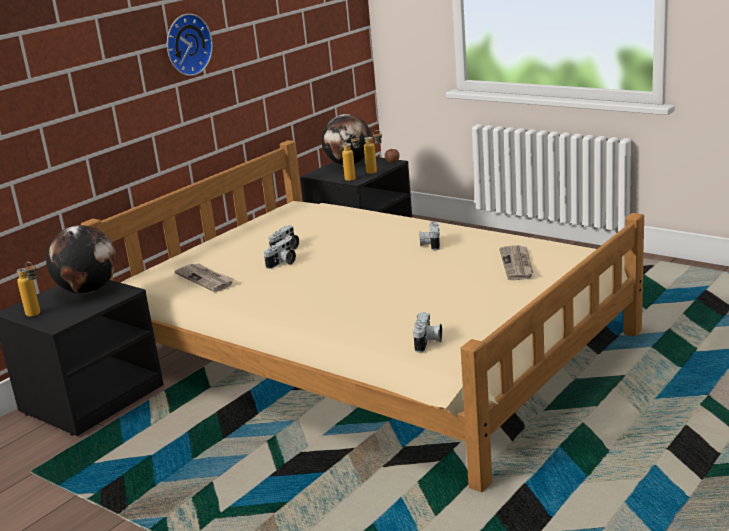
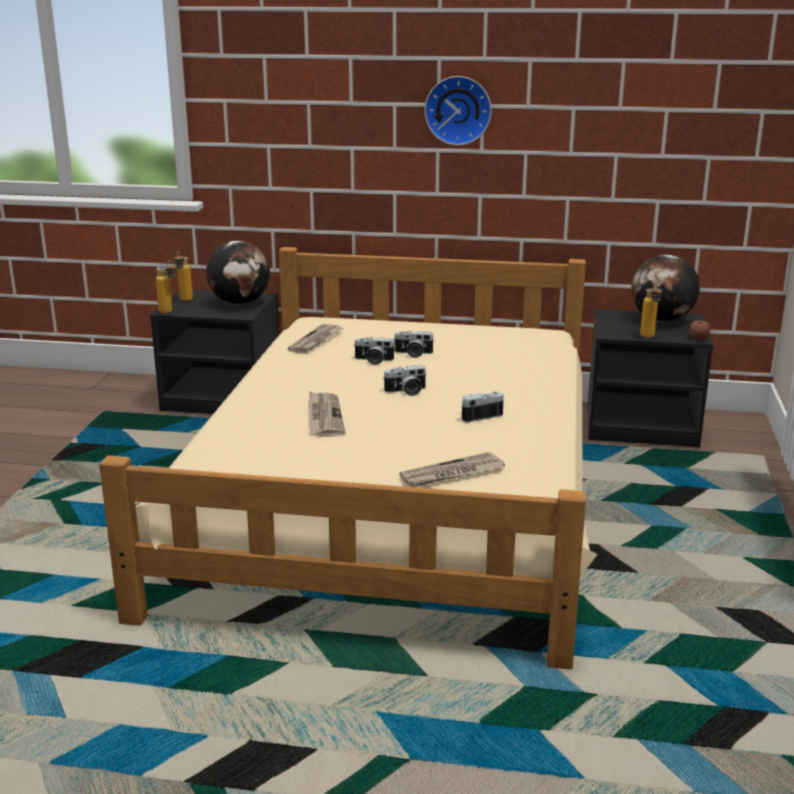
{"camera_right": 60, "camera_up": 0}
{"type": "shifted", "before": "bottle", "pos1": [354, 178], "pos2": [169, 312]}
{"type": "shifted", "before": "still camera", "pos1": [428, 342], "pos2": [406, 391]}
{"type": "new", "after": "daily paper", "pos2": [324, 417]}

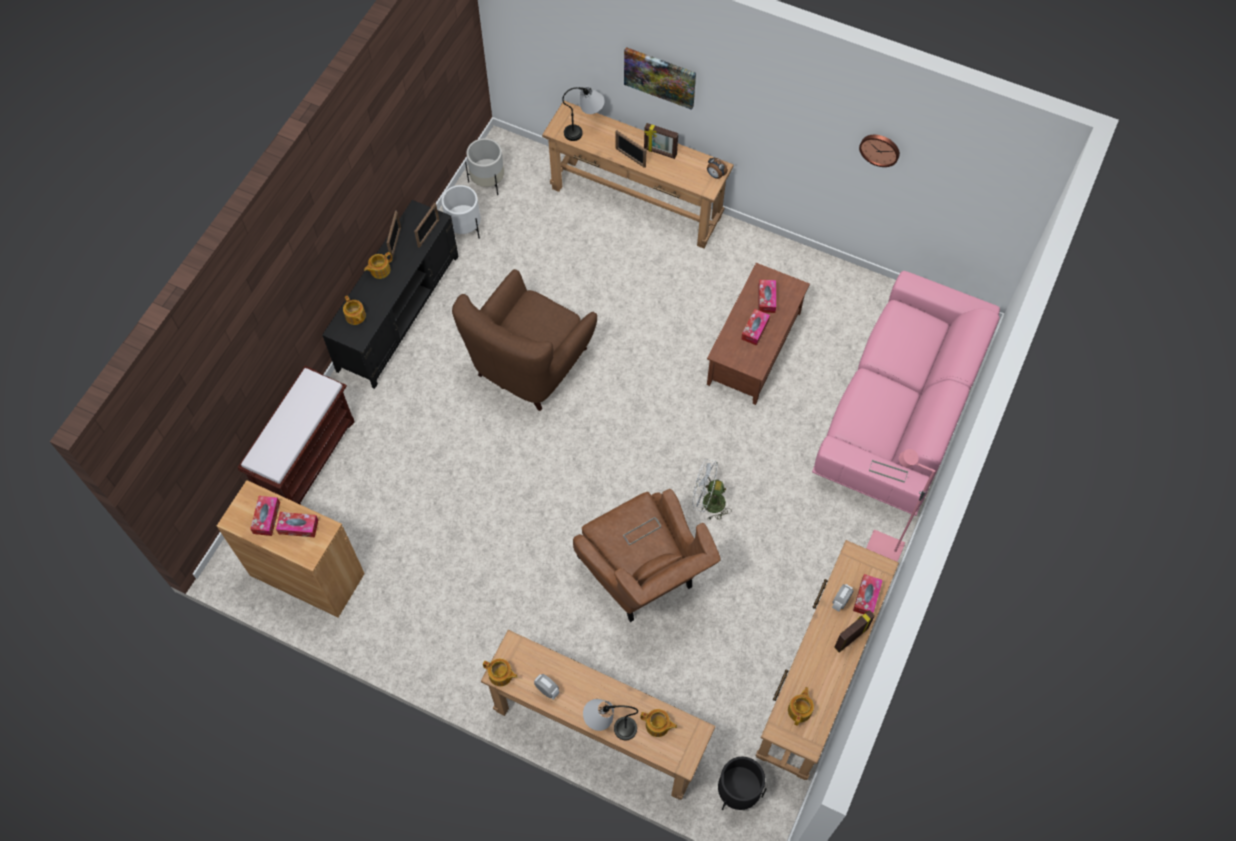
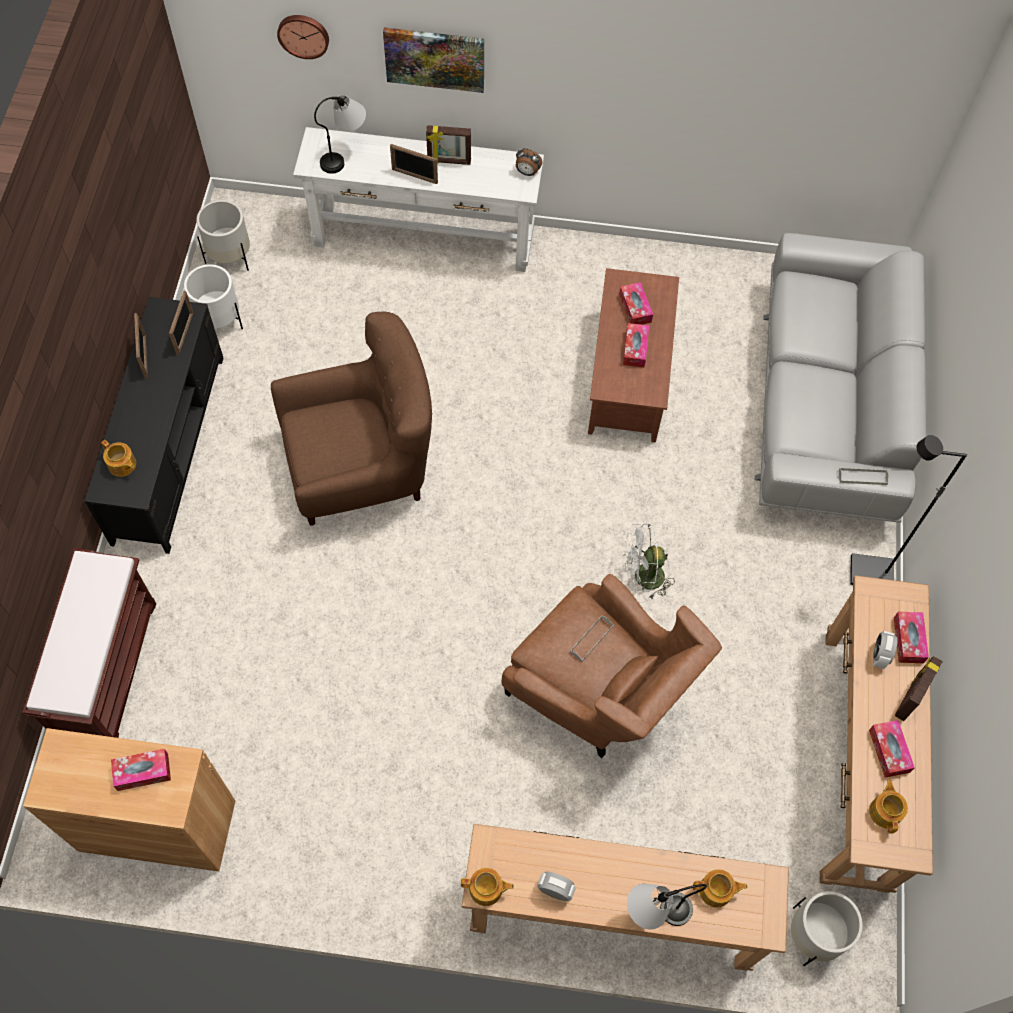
{"camera_right": -20, "camera_up": 0}
{"type": "repainted", "before": "brown-coloured console table", "after": "white-coloured console table", "pos1": [636, 202], "pos2": [423, 238]}
{"type": "shifted", "before": "wall clock", "pos1": [880, 149], "pos2": [303, 35]}
{"type": "gone", "before": "teapot", "pos1": [379, 270]}
{"type": "rotated", "before": "brown-coloured easy chair", "pos1": [530, 365], "pos2": [361, 469], "turn": -120}
{"type": "repainted", "before": "pinkish couch", "after": "greyish couch", "pos1": [899, 411], "pos2": [825, 404]}
{"type": "repainted", "before": "pinkish standard lamp", "after": "black-coloured standard lamp", "pos1": [883, 549], "pos2": [870, 574]}
{"type": "shifted", "before": "tissue box", "pos1": [266, 518], "pos2": [889, 751]}
{"type": "repainted", "before": "black-coloured plant pot", "after": "white-coloured plant pot", "pos1": [738, 791], "pos2": [814, 935]}

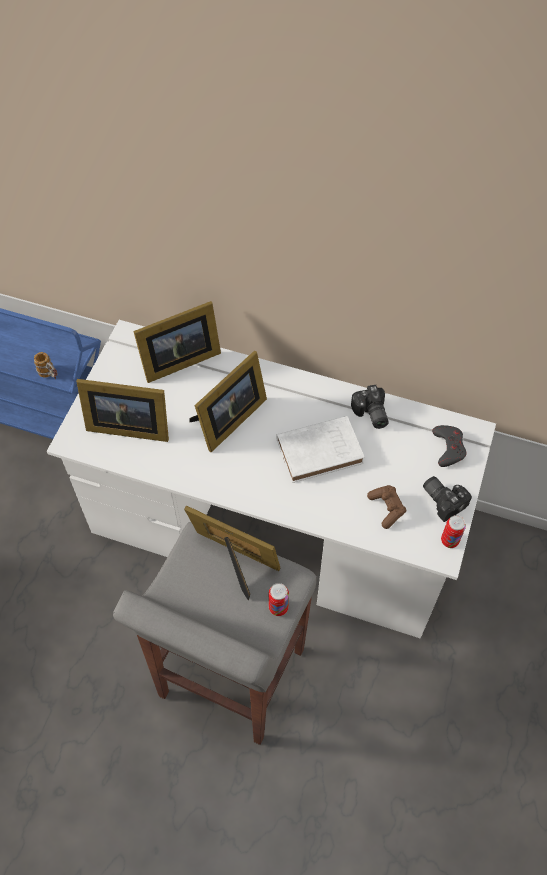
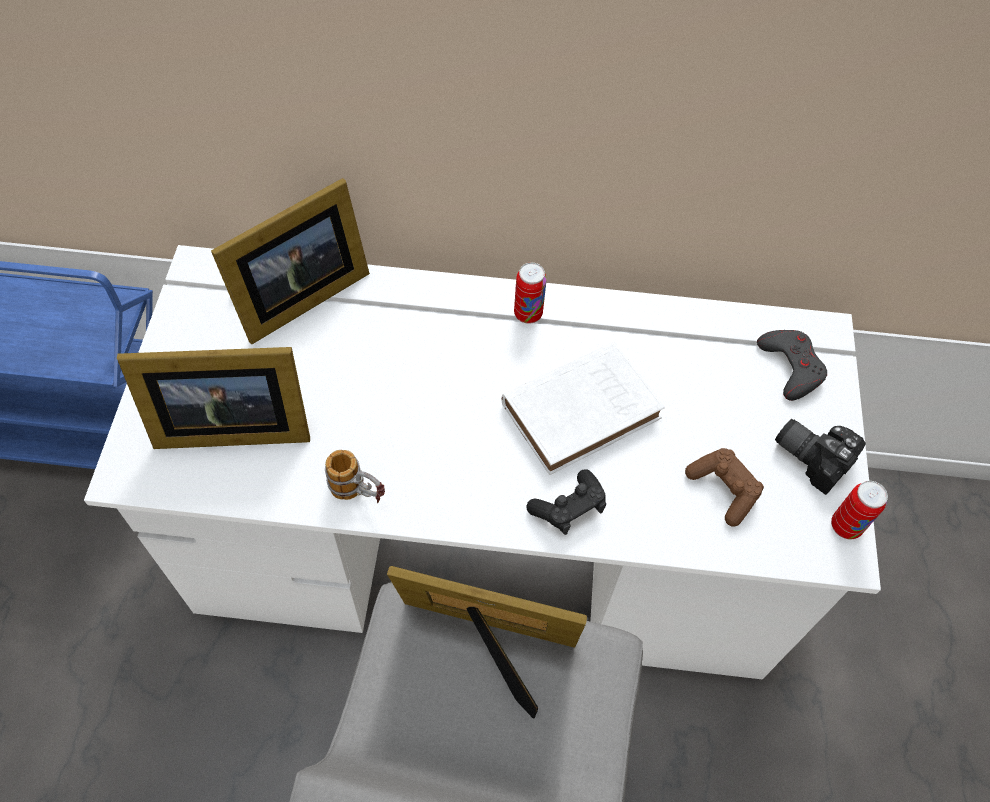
{"camera_right": -15, "camera_up": 0}
{"type": "gone", "before": "standing frame", "pos1": [228, 420]}
{"type": "shifted", "before": "coffee mug", "pos1": [50, 375], "pos2": [359, 493]}
{"type": "gone", "before": "still camera", "pos1": [370, 414]}
{"type": "shifted", "before": "metal can", "pos1": [278, 607], "pos2": [528, 314]}
{"type": "new", "after": "black-coloured gamepad", "pos2": [569, 508]}

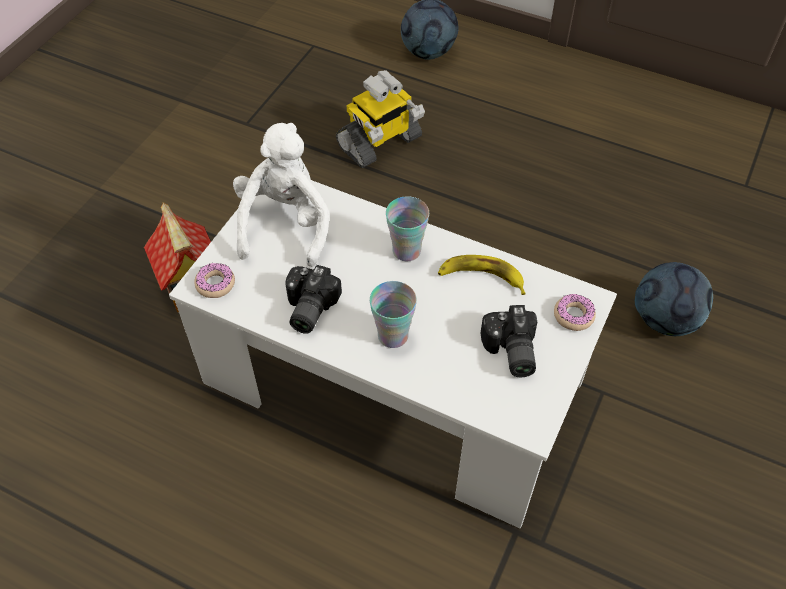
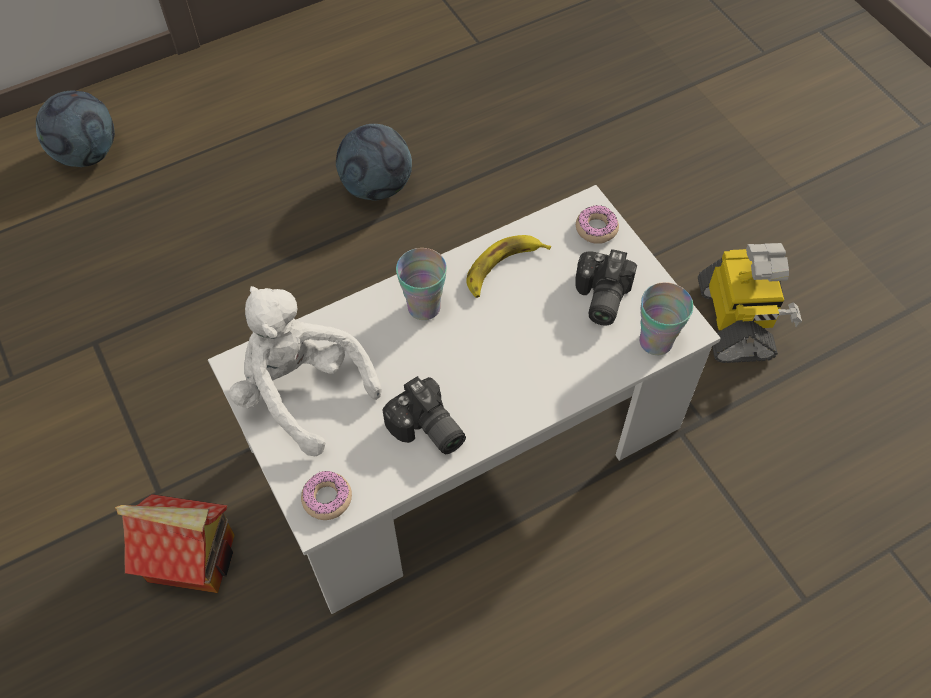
{"camera_right": -55, "camera_up": 5}
{"type": "shifted", "before": "robot figure", "pos1": [380, 143], "pos2": [736, 321]}
{"type": "shifted", "before": "football", "pos1": [664, 320], "pos2": [377, 187]}
{"type": "shifted", "before": "drinking cup", "pos1": [393, 335], "pos2": [655, 341]}
{"type": "rotated", "before": "still camera", "pos1": [509, 352], "pos2": [599, 298], "turn": 75}

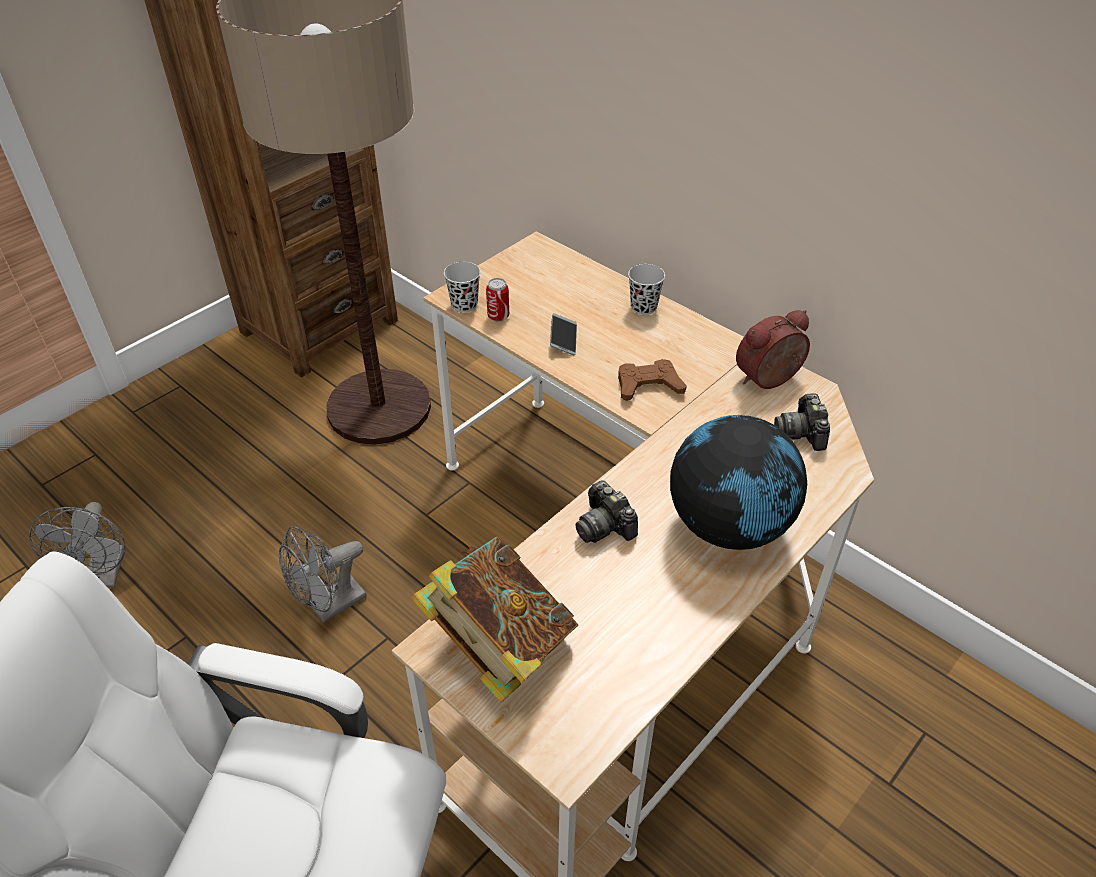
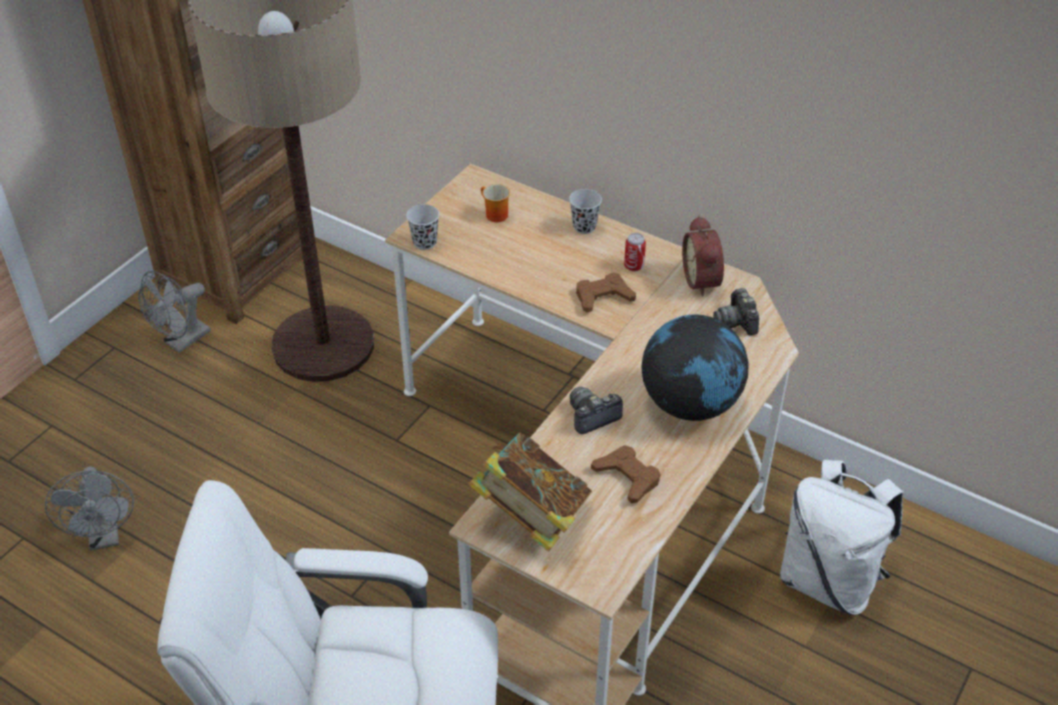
{"camera_right": -10, "camera_up": 0}
{"type": "shifted", "before": "metal can", "pos1": [498, 316], "pos2": [633, 266]}
{"type": "rotated", "before": "bedside clock", "pos1": [770, 380], "pos2": [703, 280], "turn": -60}
{"type": "gone", "before": "phone", "pos1": [563, 339]}
{"type": "rotated", "before": "still camera", "pos1": [604, 526], "pos2": [592, 417], "turn": 105}
{"type": "shifted", "before": "greyish fan", "pos1": [330, 606], "pos2": [182, 341]}
{"type": "new", "after": "coffee mug", "pos2": [493, 215]}
{"type": "new", "after": "brown-coloured gamepad", "pos2": [627, 477]}
{"type": "new", "after": "white-coloured backpack", "pos2": [829, 580]}

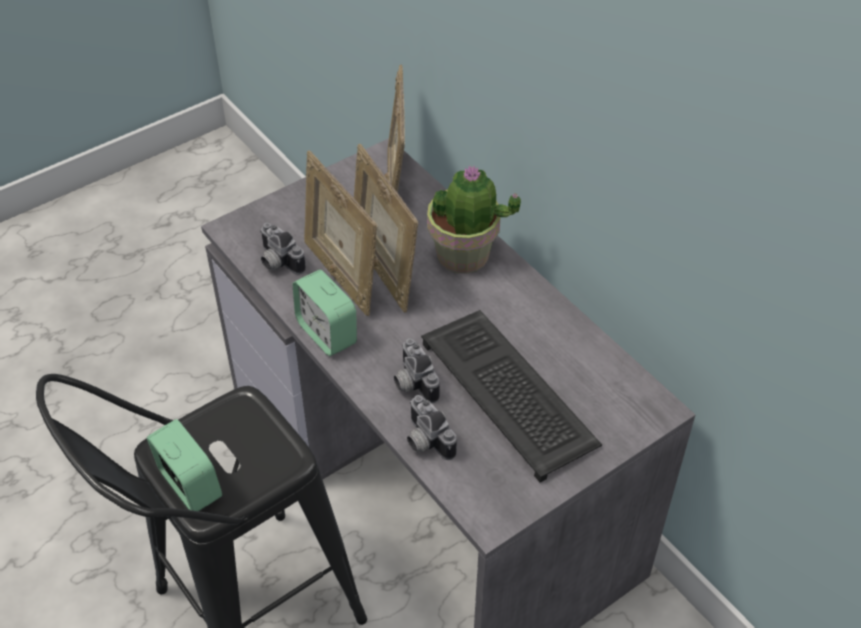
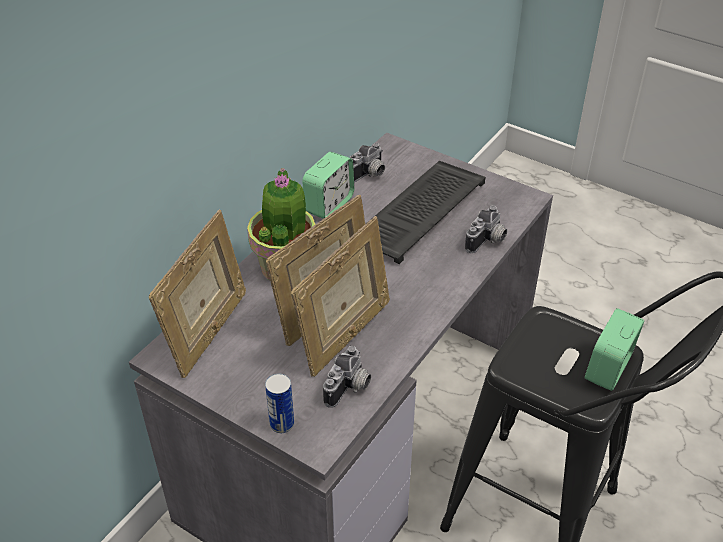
{"camera_right": -110, "camera_up": -5}
{"type": "rotated", "before": "standing frame", "pos1": [396, 187], "pos2": [208, 334], "turn": -45}
{"type": "shifted", "before": "bedside clock", "pos1": [327, 333], "pos2": [329, 205]}
{"type": "shifted", "before": "still camera", "pos1": [412, 383], "pos2": [368, 175]}
{"type": "new", "after": "metal can", "pos2": [282, 424]}

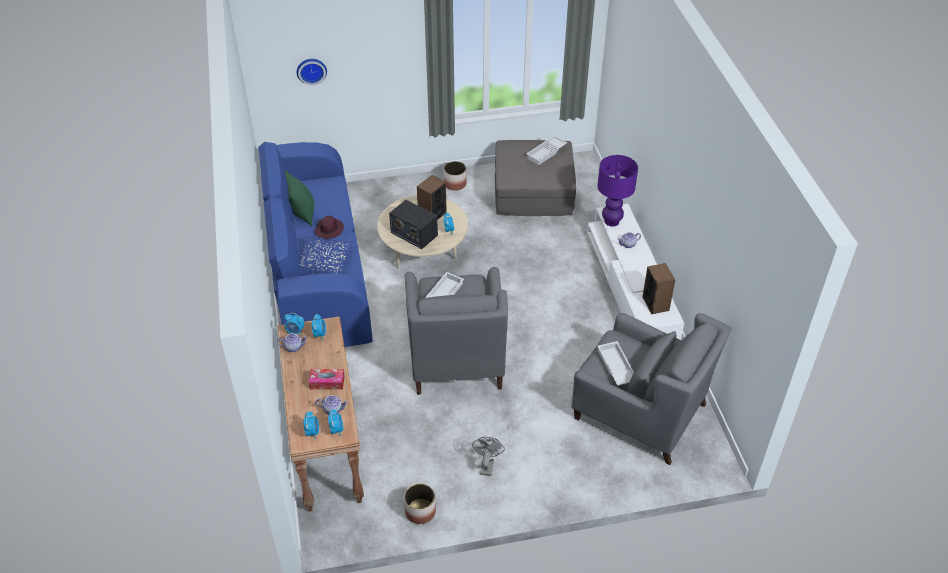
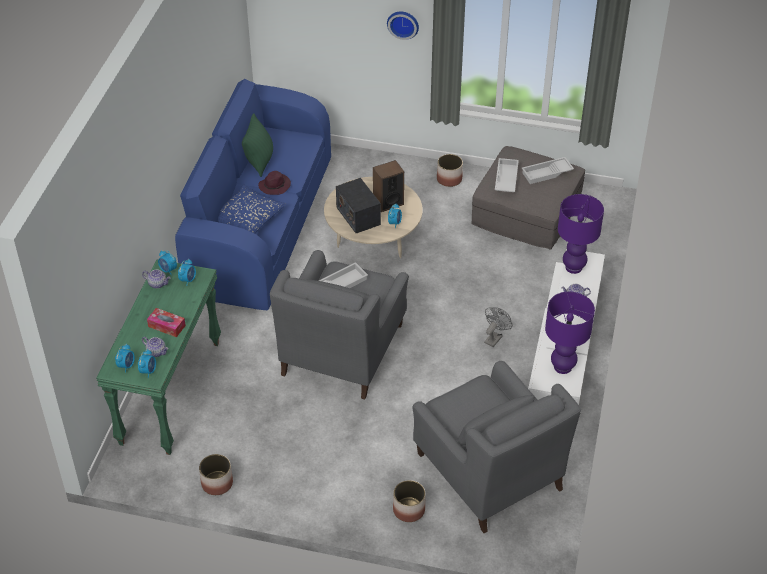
{"camera_right": 25, "camera_up": 0}
{"type": "shifted", "before": "wall clock", "pos1": [311, 70], "pos2": [403, 23]}
{"type": "swapped", "before": "audio speaker", "after": "purple-coloured table lamp", "pos1": [655, 303], "pos2": [563, 367]}
{"type": "repainted", "before": "brown-coloured console table", "after": "green console table", "pos1": [326, 445], "pos2": [170, 392]}
{"type": "shifted", "before": "white-coloured serving tray", "pos1": [615, 367], "pos2": [505, 179]}
{"type": "shifted", "before": "greyish fan", "pos1": [487, 465], "pos2": [494, 337]}
{"type": "new", "after": "plant pot", "pos2": [408, 510]}

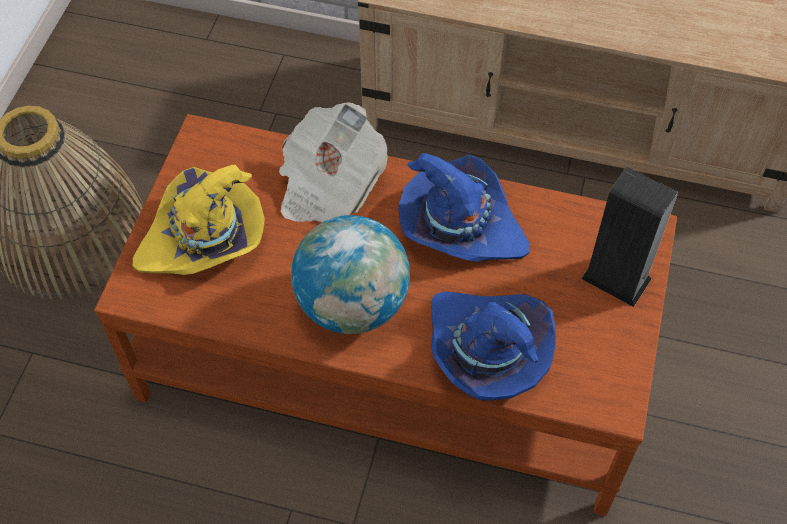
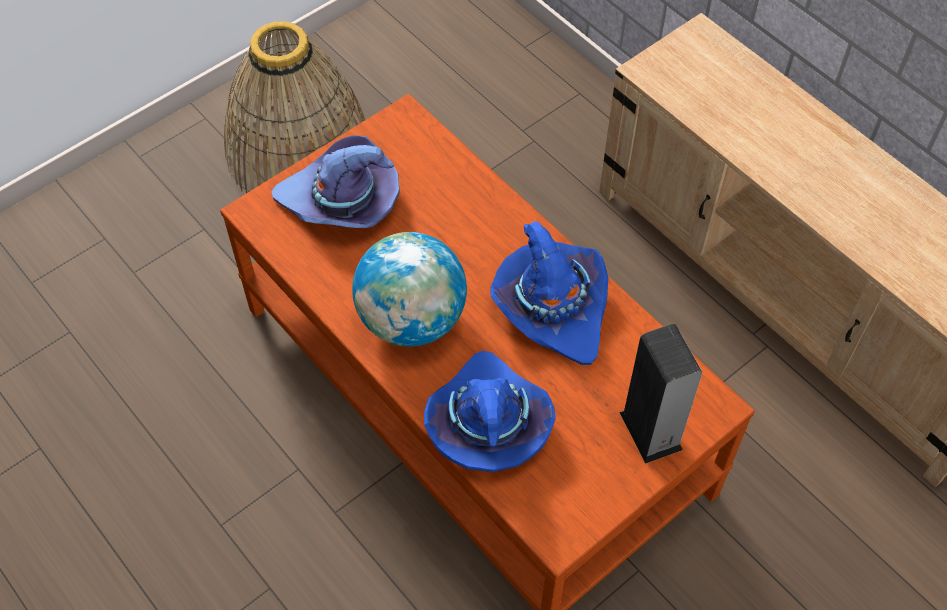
{"camera_right": 35, "camera_up": 0}
{"type": "gone", "before": "daily paper", "pos1": [329, 185]}
{"type": "repainted", "before": "yellow-coloured wearable hat", "after": "purple-coloured wearable hat", "pos1": [205, 238], "pos2": [342, 201]}

